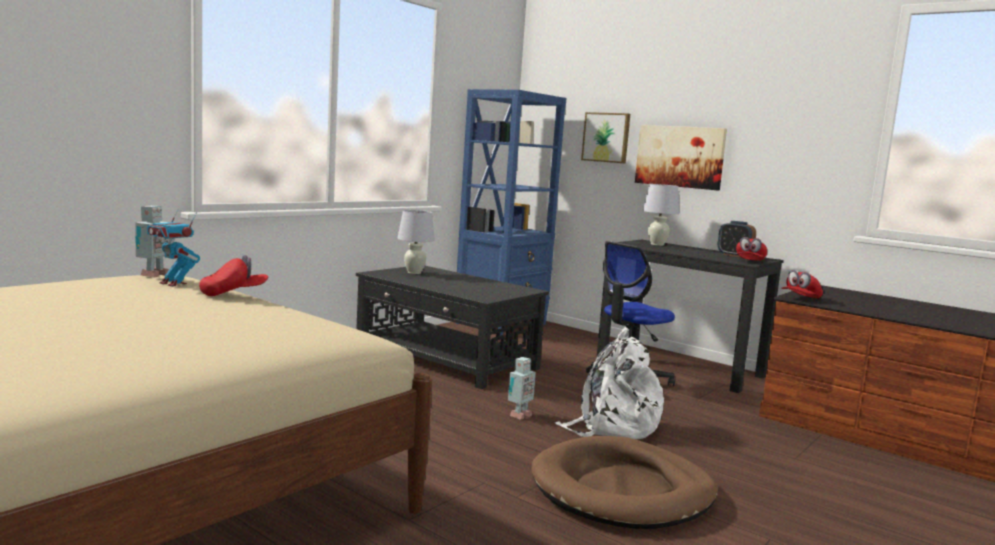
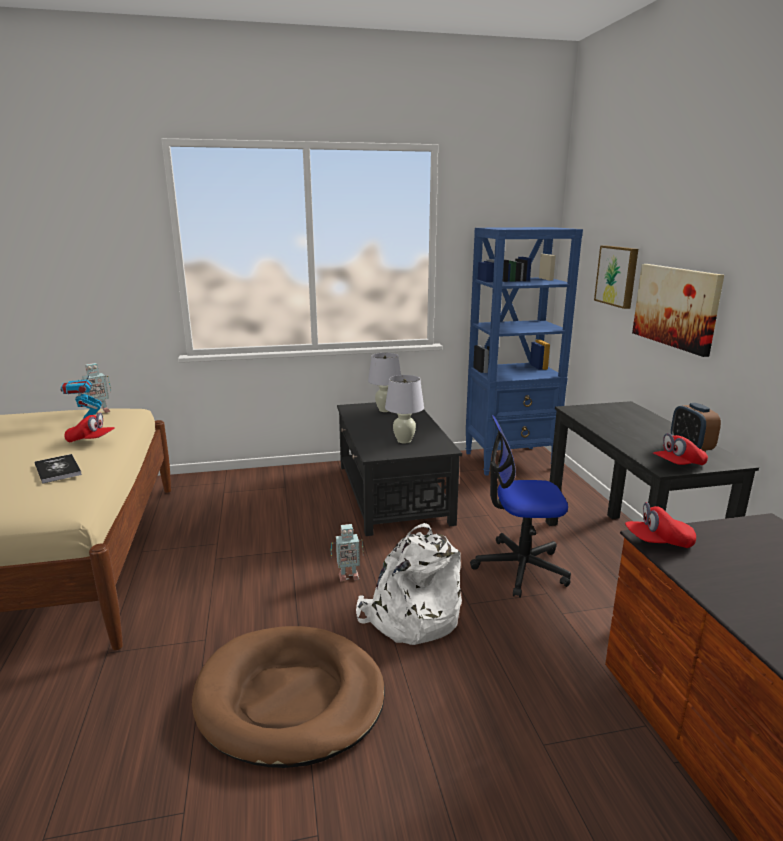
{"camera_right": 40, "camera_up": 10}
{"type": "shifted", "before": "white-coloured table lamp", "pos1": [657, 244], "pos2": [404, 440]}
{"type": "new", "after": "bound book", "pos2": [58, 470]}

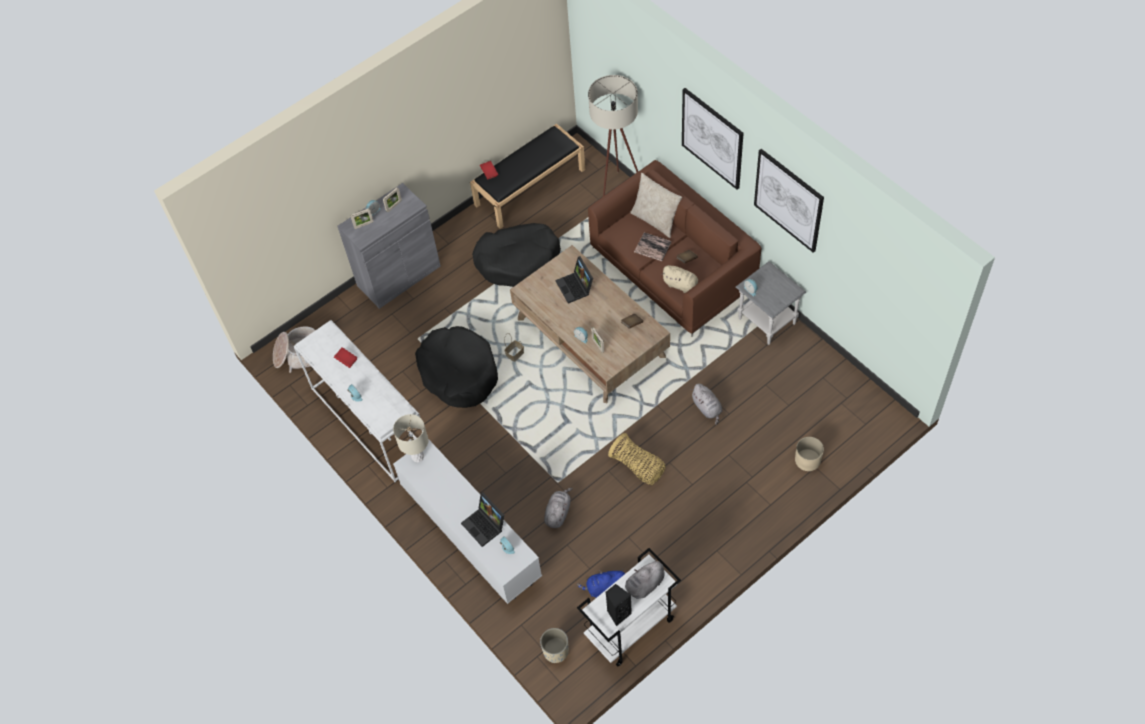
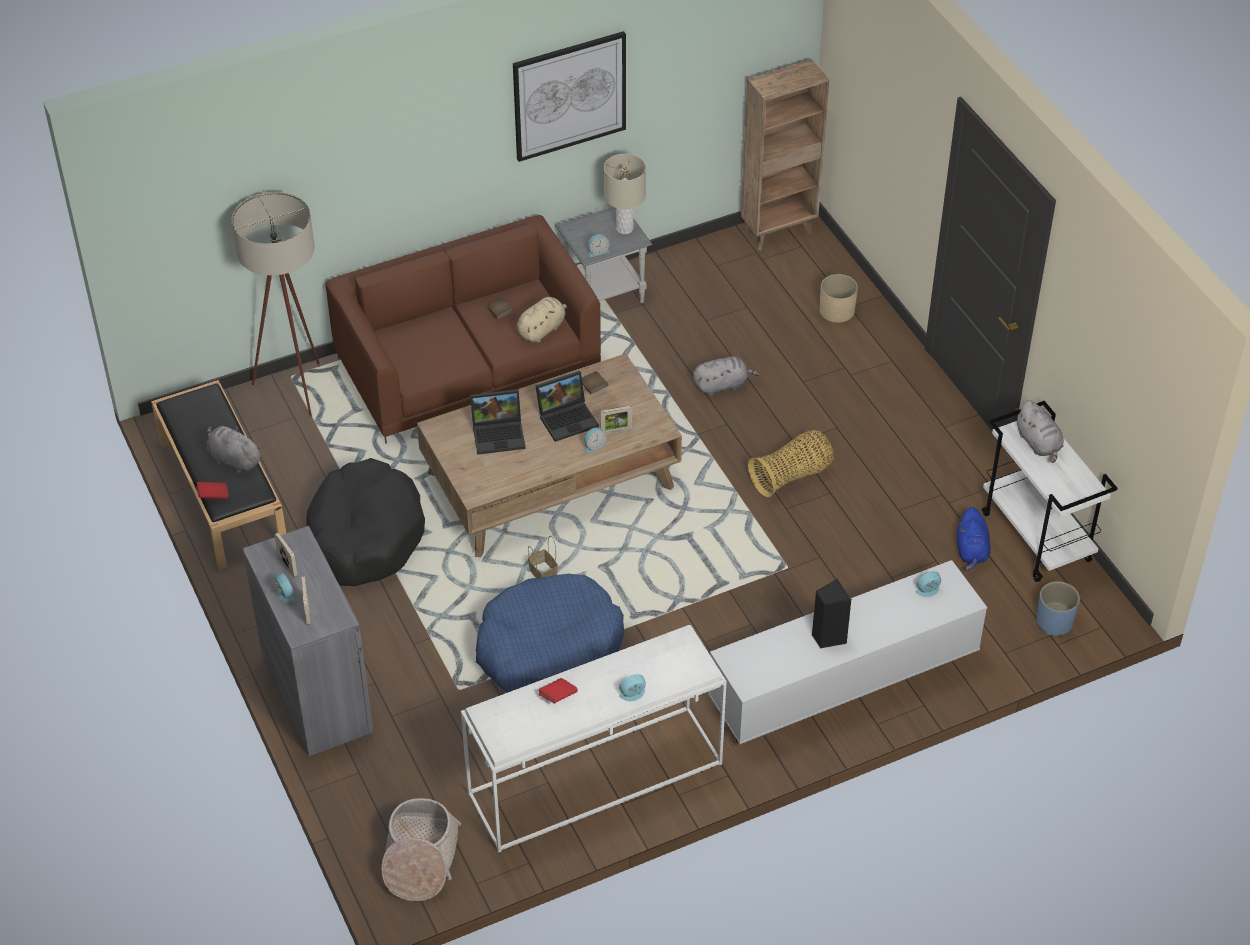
{"camera_right": -80, "camera_up": -10}
{"type": "gone", "before": "wall picture", "pos1": [712, 138]}
{"type": "gone", "before": "beige cushion", "pos1": [655, 220]}
{"type": "gone", "before": "bound book", "pos1": [652, 247]}
{"type": "repainted", "before": "black-coloured dog cushion", "after": "bluish dog cushion", "pos1": [459, 373], "pos2": [548, 648]}
{"type": "shifted", "before": "beige table lamp", "pos1": [417, 457], "pos2": [624, 229]}
{"type": "shifted", "before": "greyish plush toy", "pos1": [558, 513], "pos2": [233, 459]}
{"type": "shifted", "before": "portable computer", "pos1": [485, 525], "pos2": [568, 418]}
{"type": "shifted", "before": "black-coloured audio speaker", "pos1": [618, 613], "pos2": [828, 637]}
{"type": "repainted", "before": "beige plant pot", "after": "bluish plant pot", "pos1": [556, 651], "pos2": [1054, 622]}
{"type": "new", "after": "brown-coloured bookshelf", "pos2": [779, 230]}

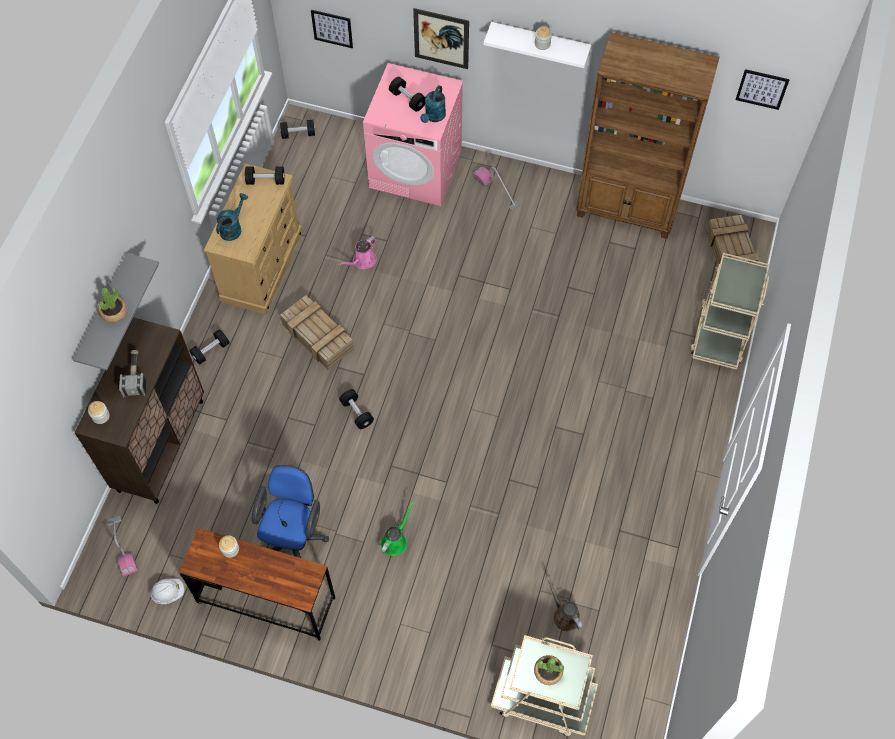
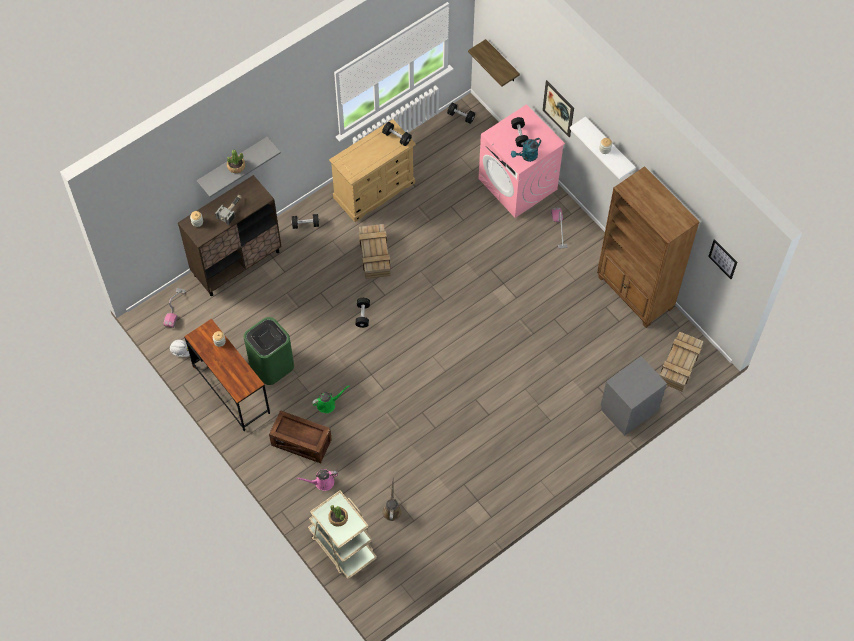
{"camera_right": 35, "camera_up": 0}
{"type": "swapped", "before": "wall picture", "after": "bracket shelf", "pos1": [332, 28], "pos2": [502, 62]}
{"type": "gone", "before": "turquoise-coloured watering pot", "pos1": [233, 228]}
{"type": "shifted", "before": "pinkish watering pot", "pos1": [362, 261], "pos2": [322, 482]}
{"type": "swapped", "before": "beige trolley", "after": "greyish night table", "pos1": [720, 333], "pos2": [628, 409]}
{"type": "swapped", "before": "bluish desk chair", "after": "green rubbish bin", "pos1": [294, 538], "pos2": [272, 365]}
{"type": "new", "after": "shipping crate", "pos2": [301, 442]}

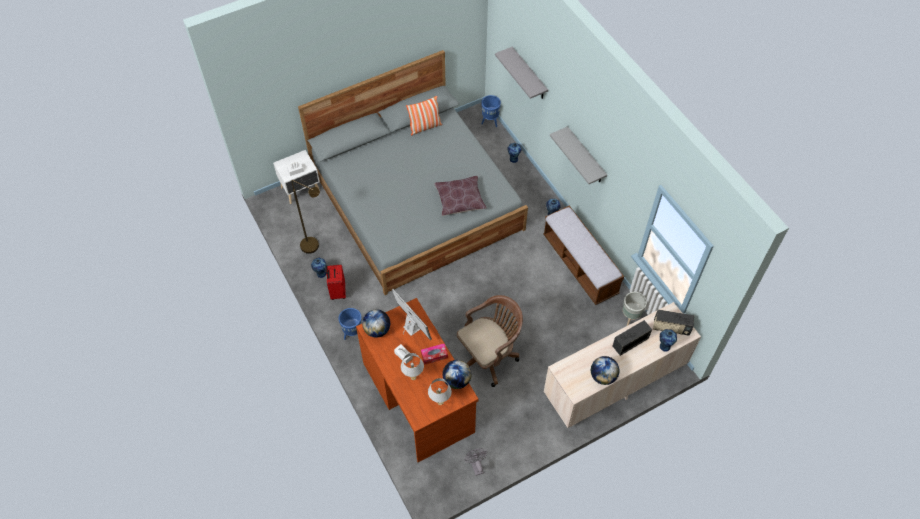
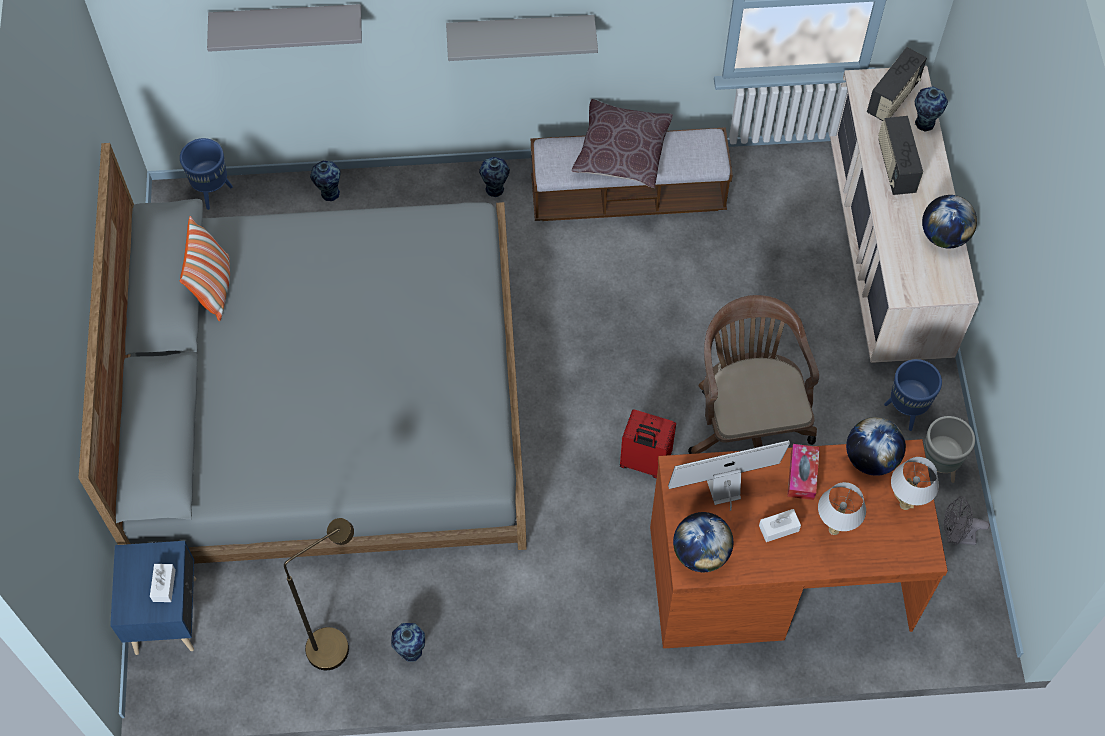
{"camera_right": -65, "camera_up": 5}
{"type": "repainted", "before": "white-coloured night table", "after": "bluish night table", "pos1": [301, 190], "pos2": [168, 614]}
{"type": "shifted", "before": "brown-coloured cushion", "pos1": [460, 200], "pos2": [622, 152]}
{"type": "shifted", "before": "red-coloured travel case", "pos1": [337, 291], "pos2": [644, 462]}
{"type": "shifted", "before": "greyish plant pot", "pos1": [630, 318], "pos2": [937, 467]}
{"type": "shifted", "before": "bluish plant pot", "pos1": [353, 334], "pos2": [905, 410]}

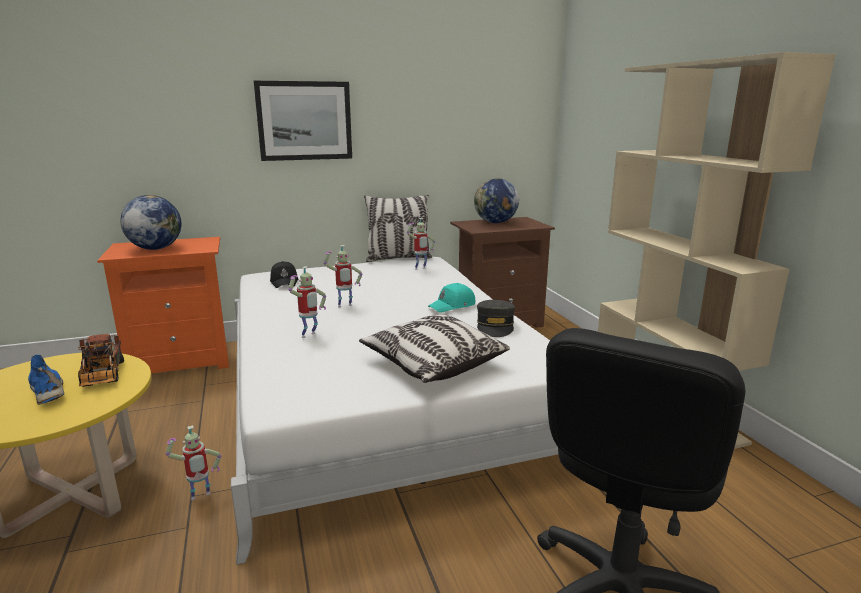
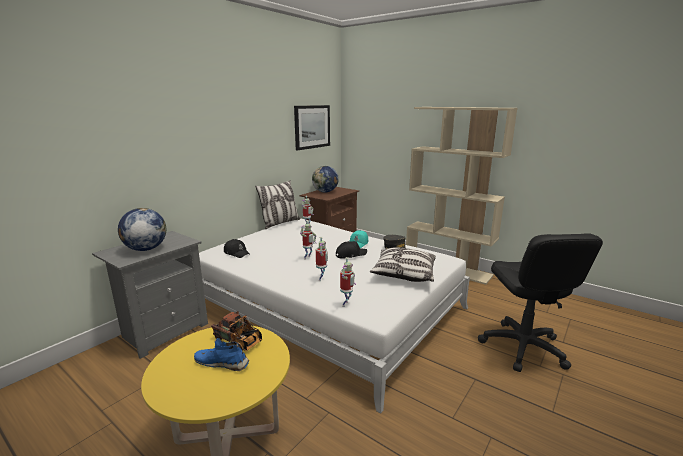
{"camera_right": -35, "camera_up": 0}
{"type": "shifted", "before": "wall picture", "pos1": [304, 121], "pos2": [312, 127]}
{"type": "repainted", "before": "orangey night table", "after": "greyish night table", "pos1": [182, 360], "pos2": [164, 331]}
{"type": "shifted", "before": "robot figure", "pos1": [200, 498], "pos2": [346, 304]}
{"type": "new", "after": "black-coloured peaked cap", "pos2": [350, 254]}

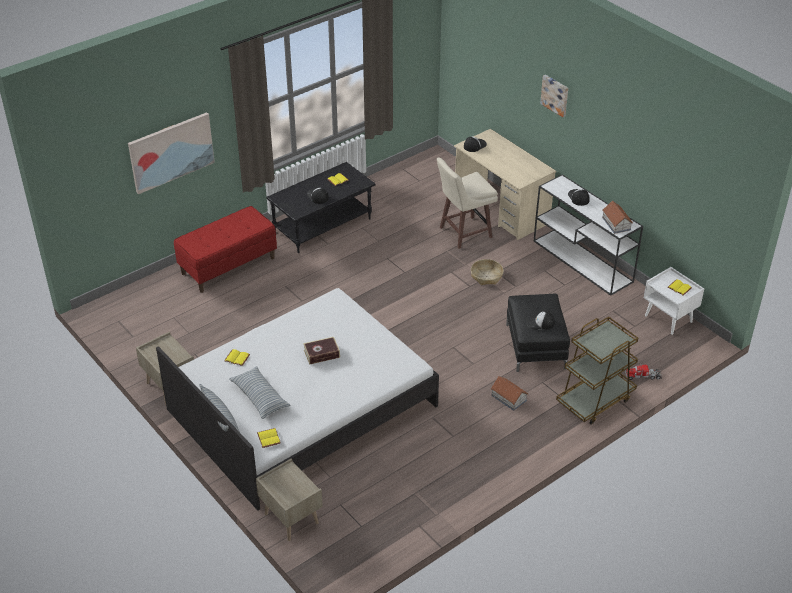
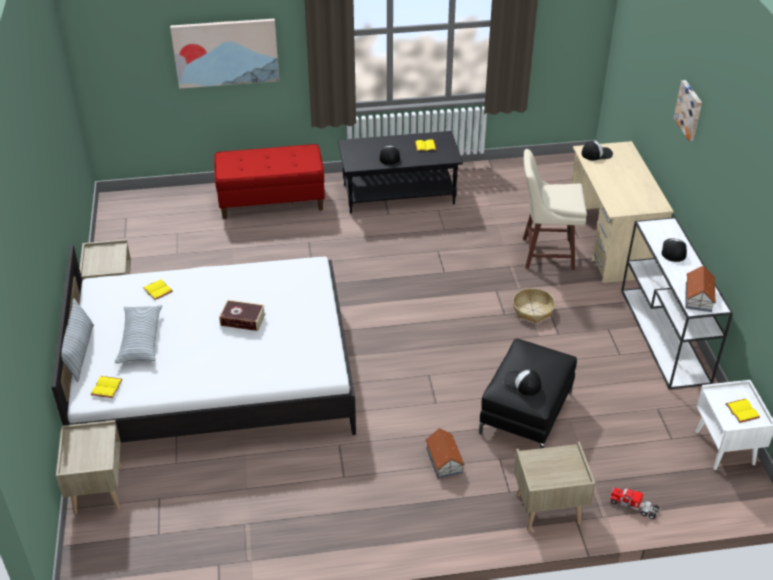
{"camera_right": 30, "camera_up": 0}
{"type": "swapped", "before": "brown-coloured trolley", "after": "beige night table", "pos1": [595, 400], "pos2": [547, 509]}

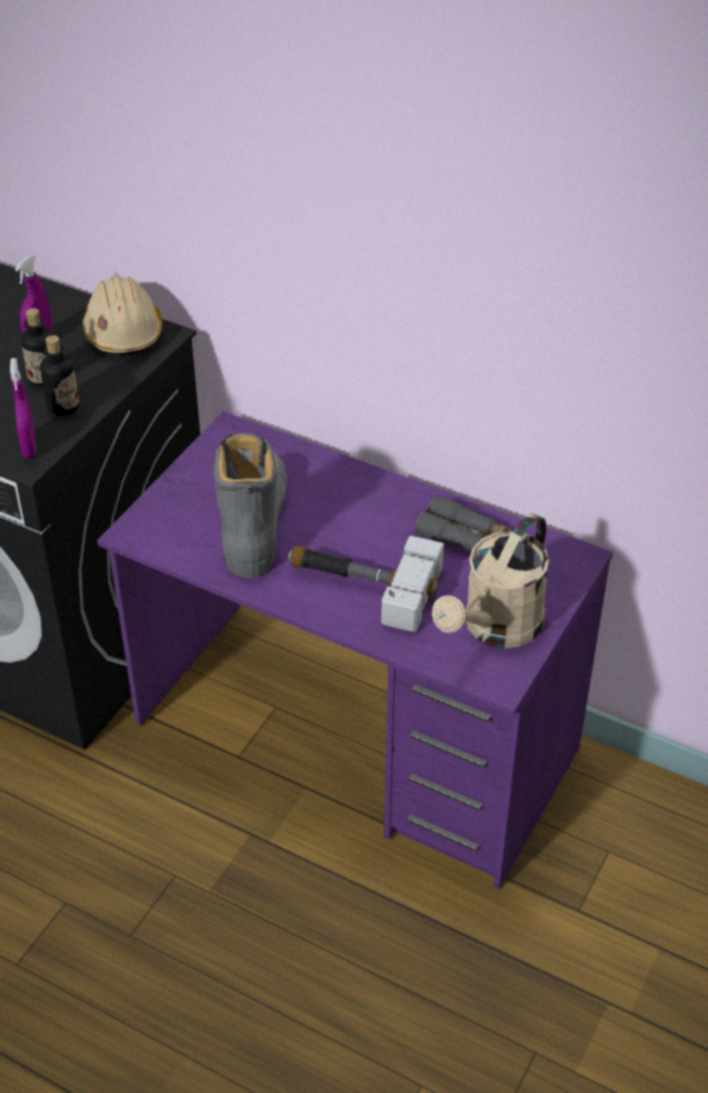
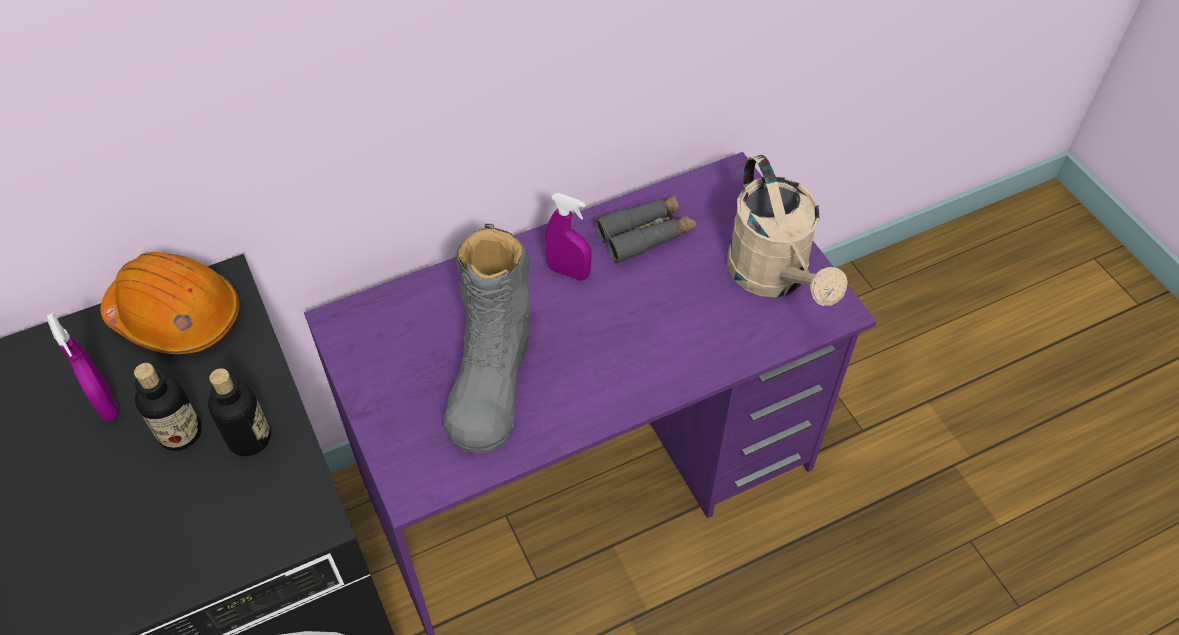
{"camera_right": -55, "camera_up": 10}
{"type": "repainted", "before": "beige safety helmet", "after": "orangey safety helmet", "pos1": [123, 332], "pos2": [176, 316]}
{"type": "shifted", "before": "purple-coloured hand sprayer", "pos1": [29, 447], "pos2": [568, 272]}
{"type": "rotated", "before": "greyish high-top boot", "pos1": [254, 522], "pos2": [491, 375], "turn": -120}
{"type": "gone", "before": "hand hammer", "pos1": [361, 584]}

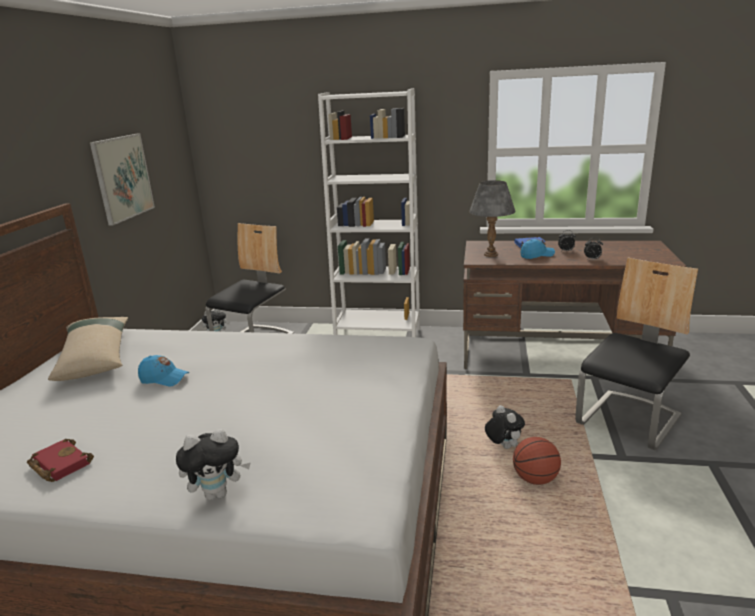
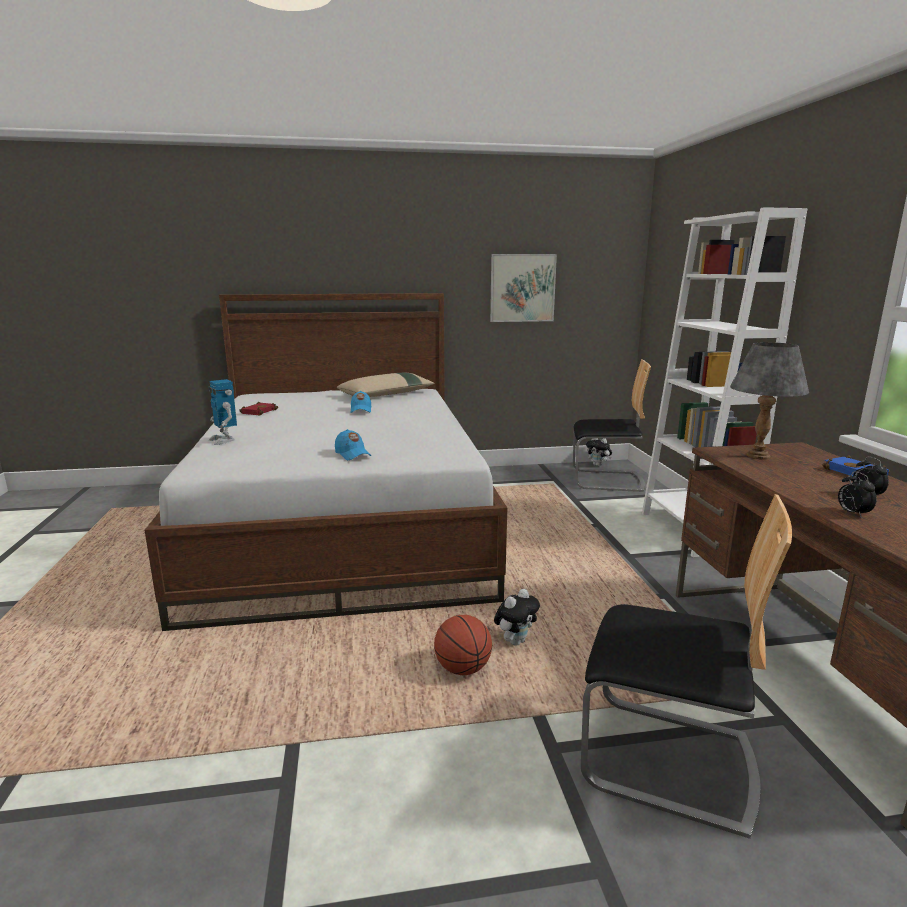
{"camera_right": 70, "camera_up": -5}
{"type": "shifted", "before": "bluish peaked cap", "pos1": [537, 255], "pos2": [352, 454]}
{"type": "swapped", "before": "plush toy", "after": "robot figure", "pos1": [218, 493], "pos2": [224, 440]}

